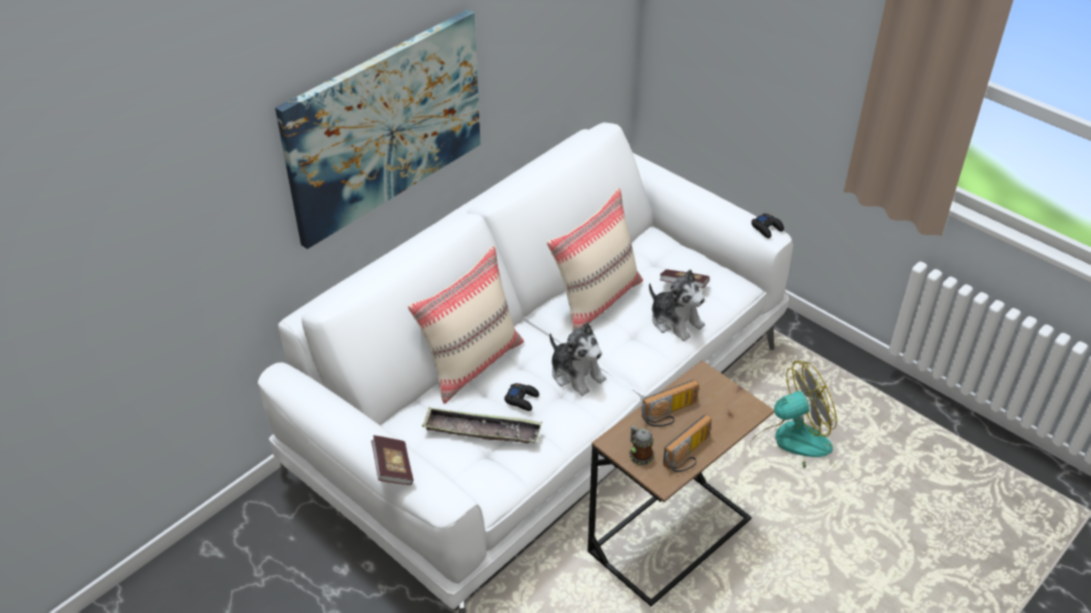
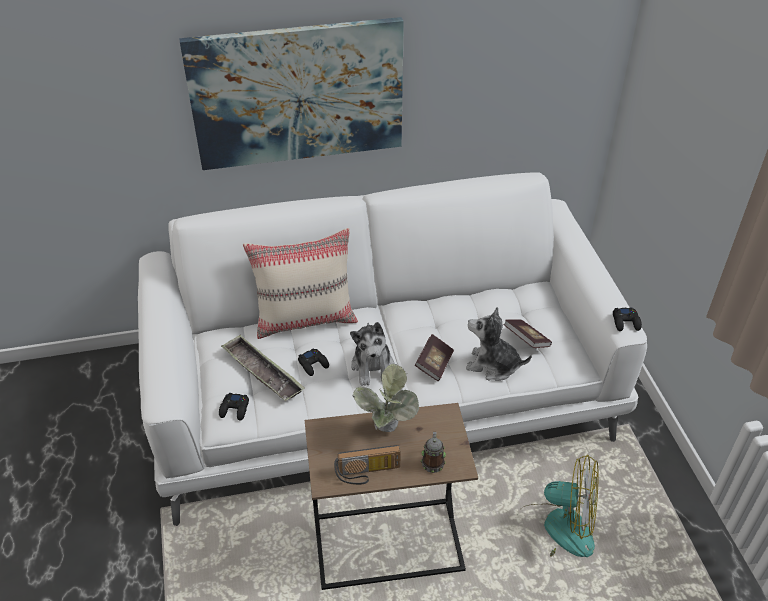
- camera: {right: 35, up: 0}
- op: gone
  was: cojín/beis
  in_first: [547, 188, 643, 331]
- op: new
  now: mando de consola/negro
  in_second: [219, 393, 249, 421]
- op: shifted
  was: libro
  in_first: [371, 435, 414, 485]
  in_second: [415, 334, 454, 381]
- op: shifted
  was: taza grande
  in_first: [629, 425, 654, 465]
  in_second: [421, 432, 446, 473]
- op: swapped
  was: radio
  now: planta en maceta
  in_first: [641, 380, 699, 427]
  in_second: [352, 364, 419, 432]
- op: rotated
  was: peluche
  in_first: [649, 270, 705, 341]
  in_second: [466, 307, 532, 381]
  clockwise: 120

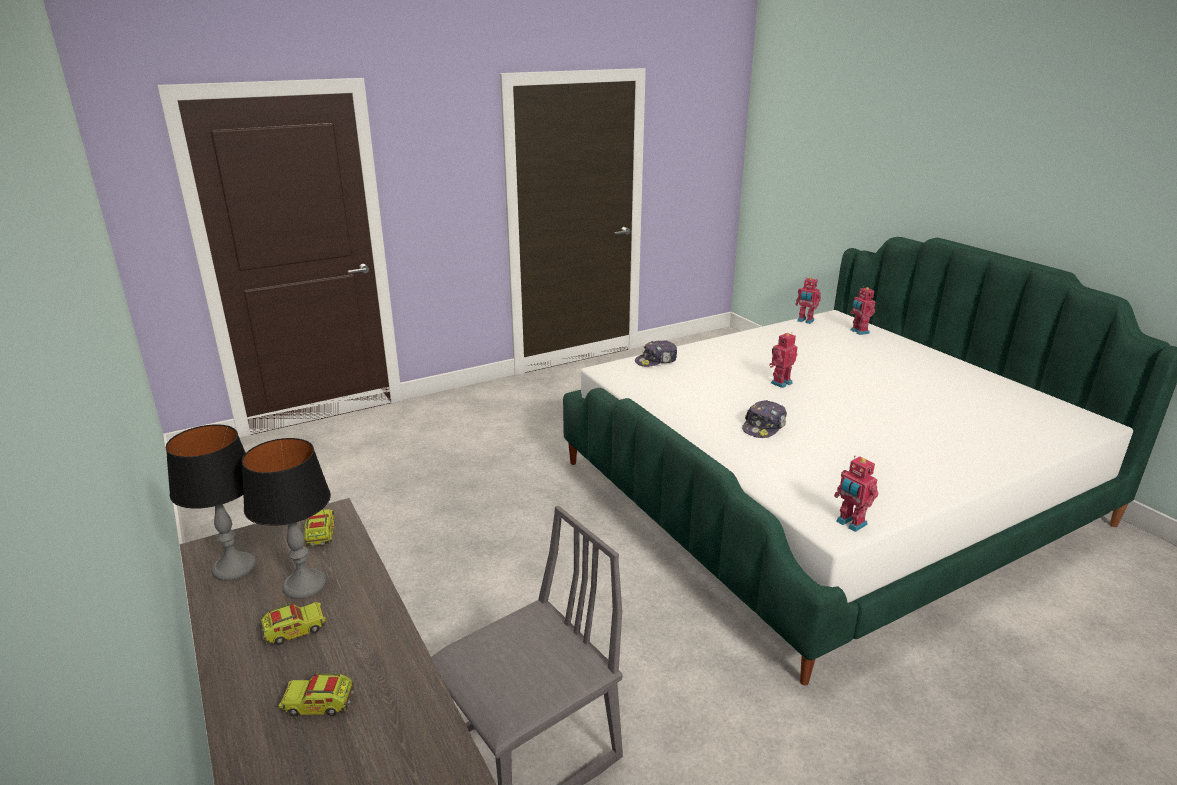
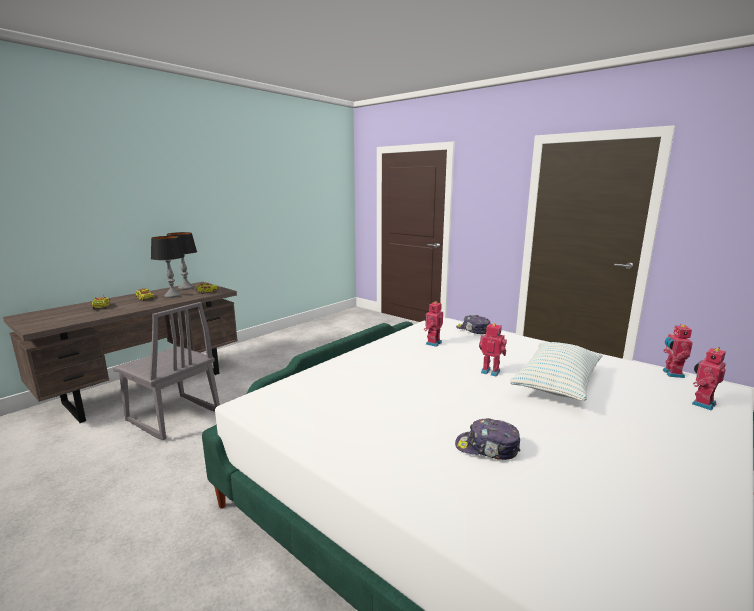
- camera: {right: 70, up: -10}
- op: new
  now: cojín
  in_second: [510, 342, 603, 401]
- op: shifted
  was: gorra
  in_first: [742, 400, 787, 438]
  in_second: [455, 418, 520, 460]
- op: shifted
  was: robot de juguete
  in_first: [834, 456, 878, 532]
  in_second: [424, 301, 443, 347]

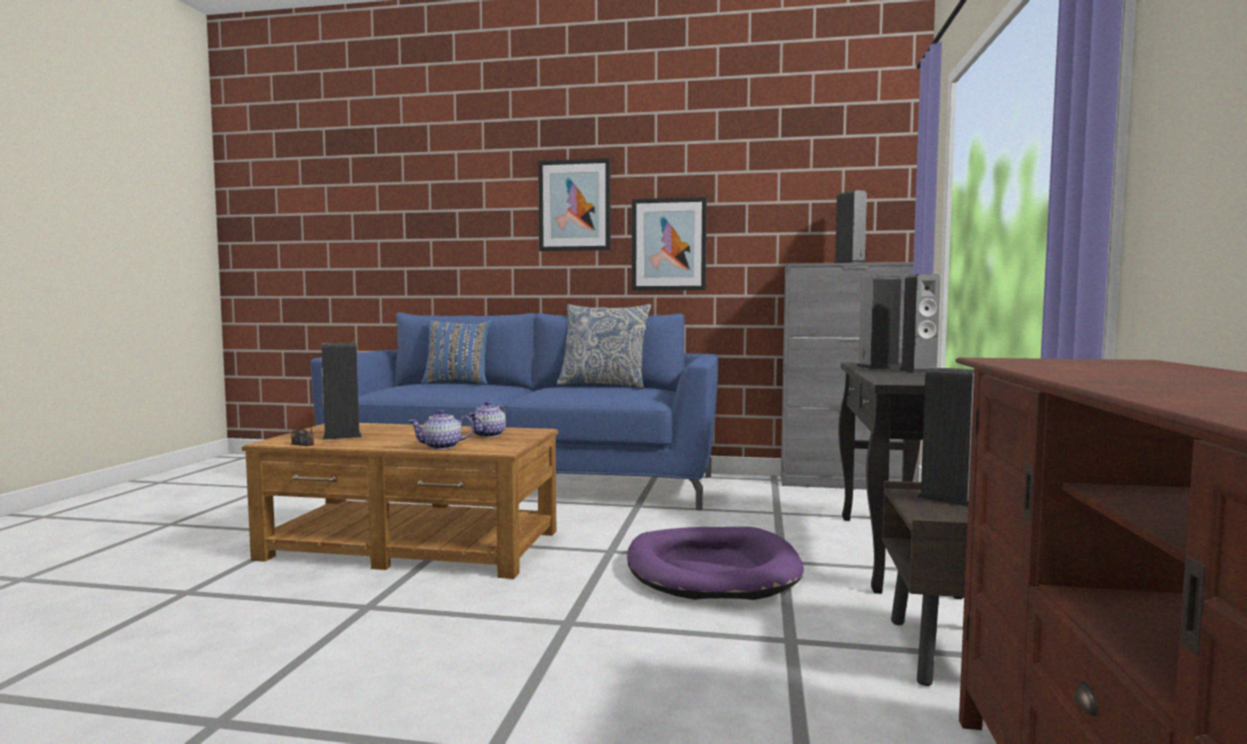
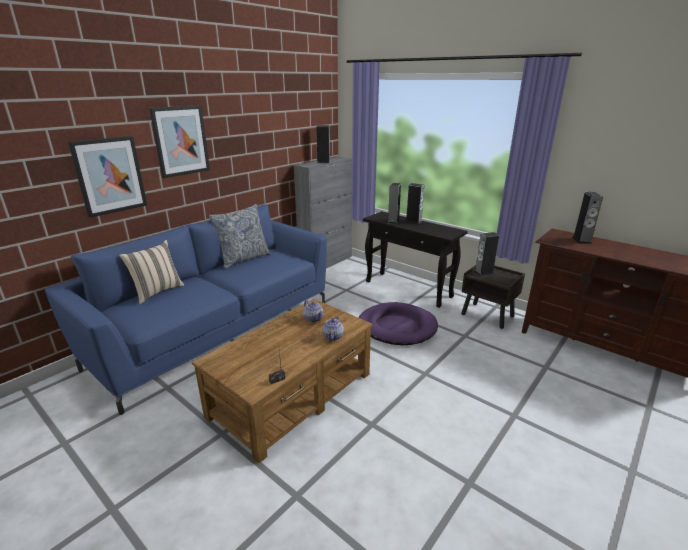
- camera: {right: -60, up: 20}
- op: shifted
  was: altavoz
  in_first: [322, 343, 362, 440]
  in_second: [573, 192, 603, 244]
- op: shifted
  was: cuadro
  in_first: [632, 197, 707, 290]
  in_second: [68, 136, 147, 218]
- op: repainted
  was: cojín/azul
  now: cojín/beis
  in_first: [421, 320, 492, 385]
  in_second: [119, 240, 184, 304]

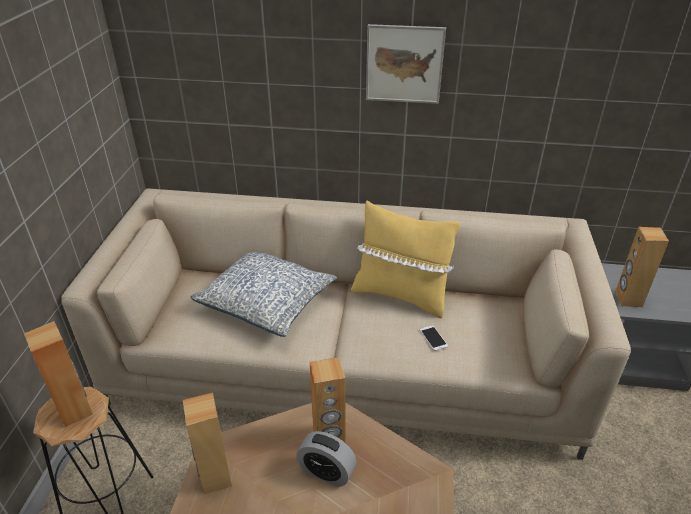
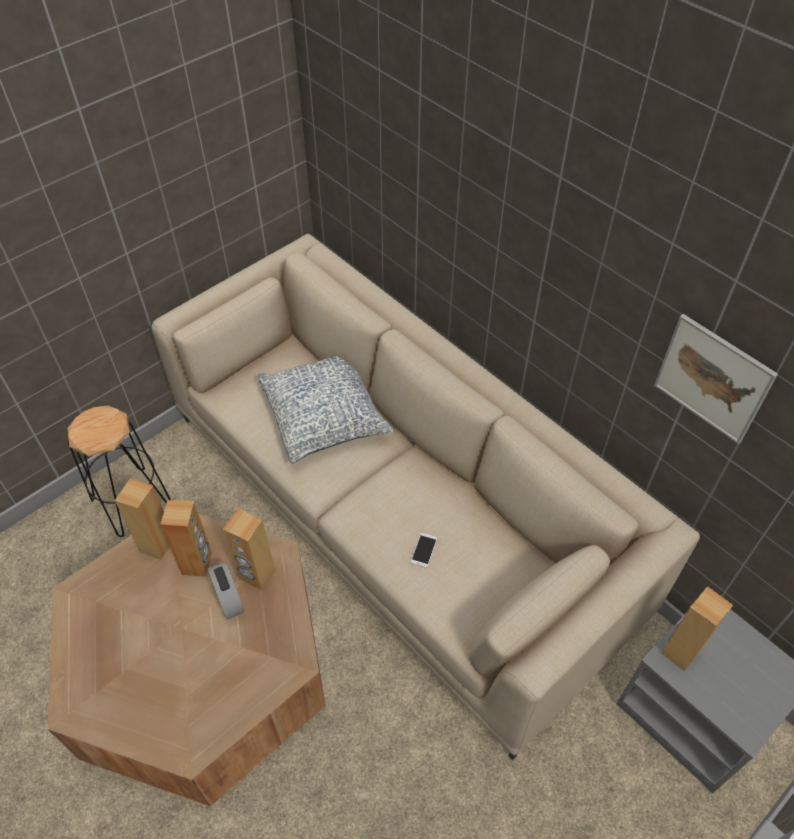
- camera: {right: 40, up: 15}
- op: gone
  was: cojín/amarillo
  in_first: [351, 200, 460, 318]
- op: shifted
  was: altavoz/marrón
  in_first: [24, 321, 93, 427]
  in_second: [160, 500, 212, 577]
- op: shifted
  was: cuadro
  in_first: [366, 24, 446, 104]
  in_second: [654, 314, 778, 444]

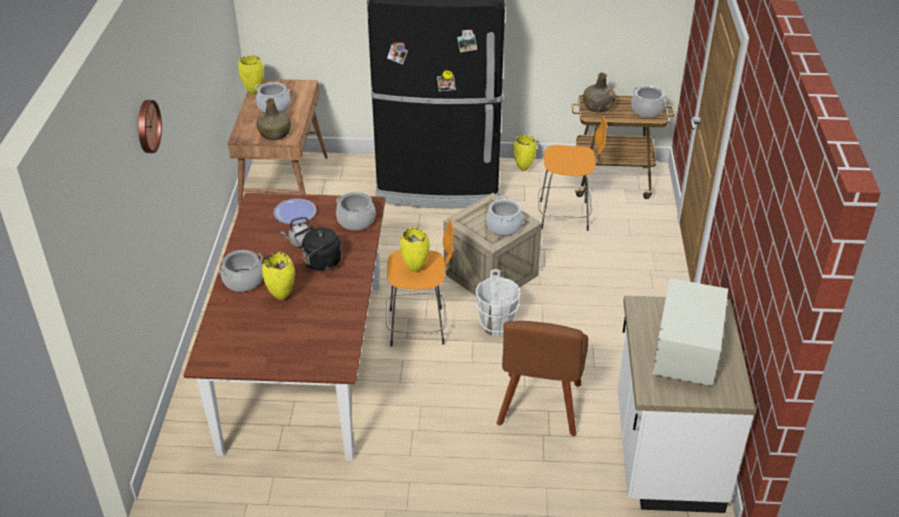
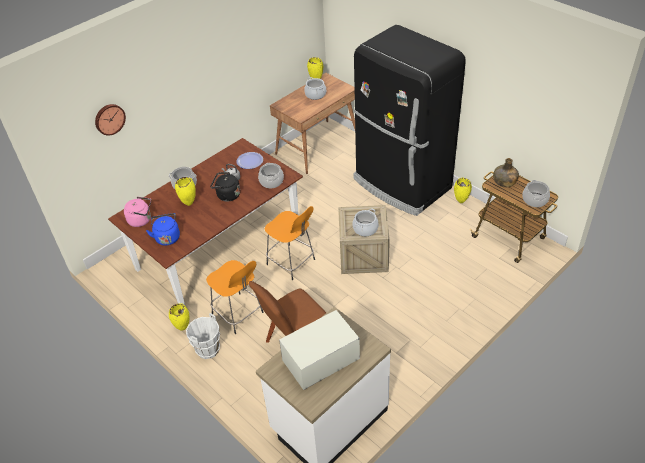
- camera: {right: 45, up: 5}
- op: gone
  was: botella/verde
  in_first: [256, 98, 291, 140]
- op: new
  now: hervidor/rosa
  in_second: [124, 197, 151, 227]
- op: new
  now: hervidor/azul
  in_second: [146, 213, 180, 246]
- op: shifted
  was: reloj de pared
  in_first: [138, 100, 162, 153]
  in_second: [95, 104, 126, 136]
- op: shifted
  was: florero/amarillo
  in_first: [400, 227, 430, 272]
  in_second: [169, 303, 190, 331]
- op: shifted
  was: cubo/blanco
  in_first: [476, 269, 521, 336]
  in_second: [186, 313, 220, 359]
- op: shifted
  was: taburete/naranja
  in_first: [538, 116, 607, 231]
  in_second: [206, 260, 264, 334]

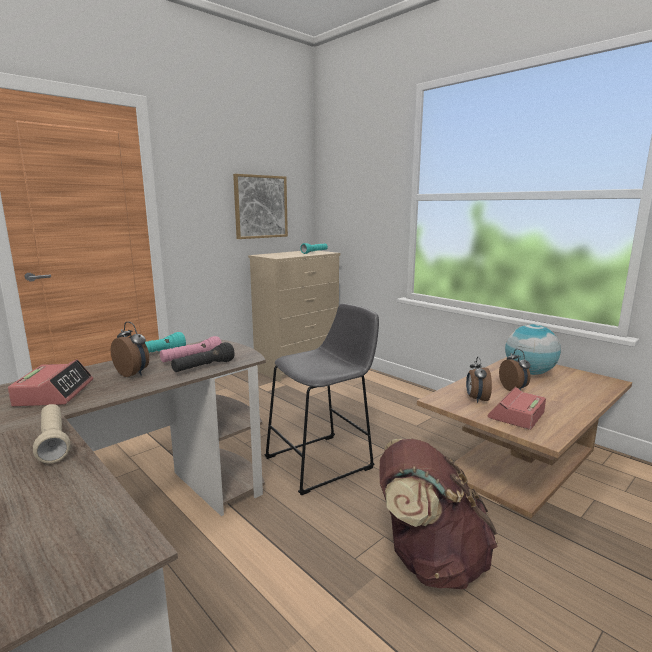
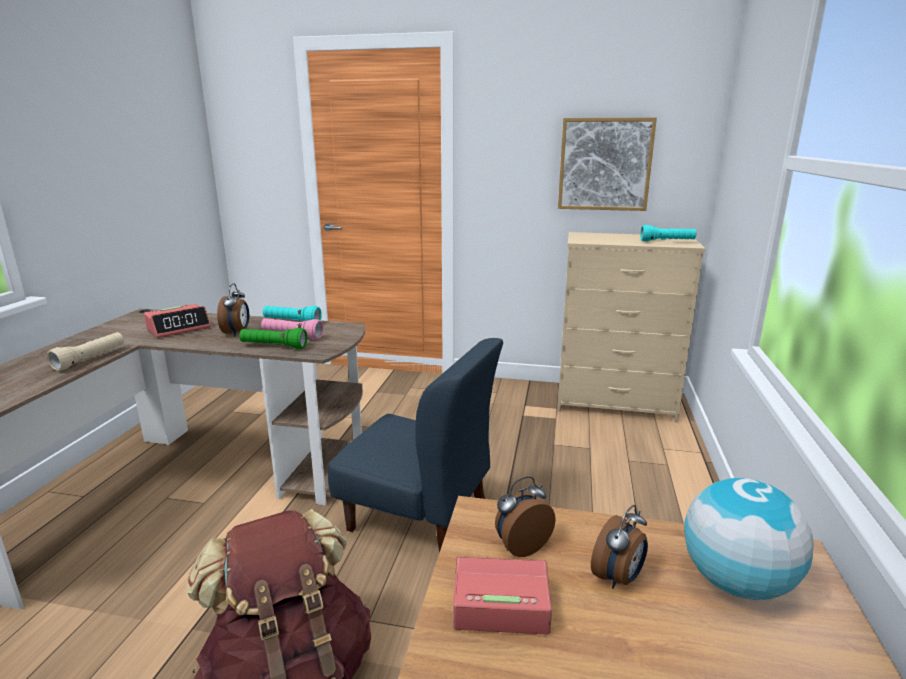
- camera: {right: 55, up: 5}
- op: swapped
  was: taburete/gris
  now: silla/azul
  in_first: [264, 303, 379, 495]
  in_second: [328, 338, 503, 553]
- op: repainted
  was: linterna/negro
  now: linterna/verde
  in_first: [171, 342, 235, 372]
  in_second: [239, 328, 307, 349]

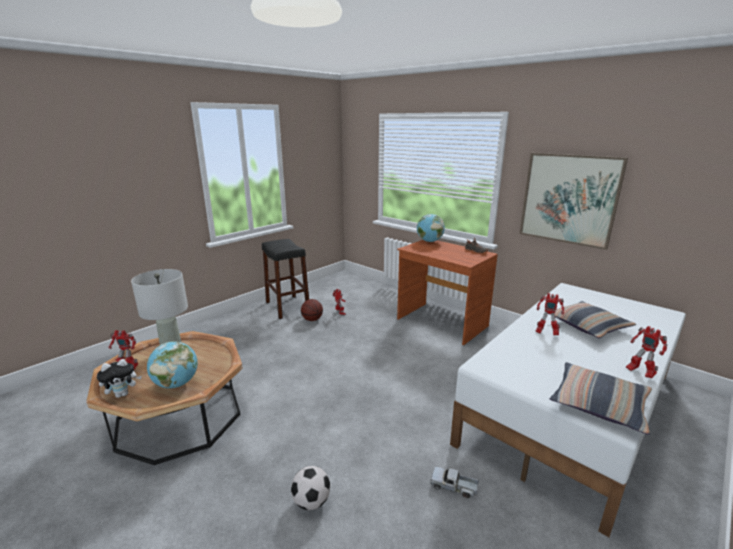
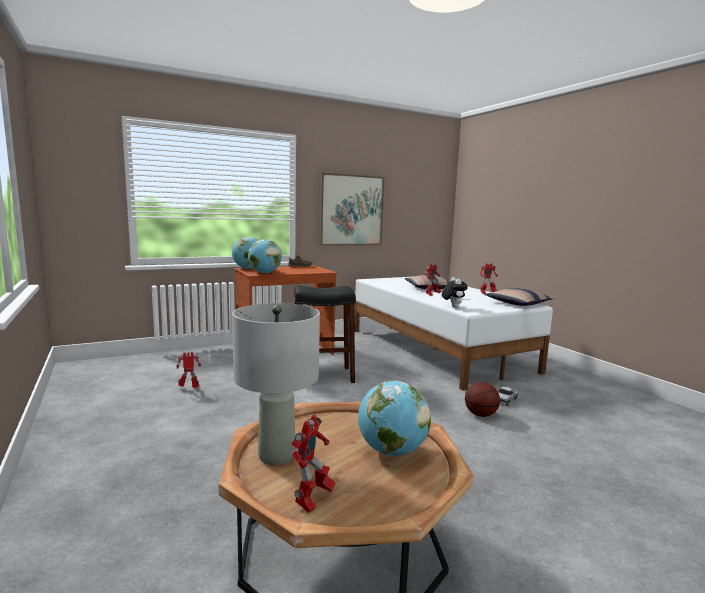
- camera: {right: -70, up: -10}
- op: gone
  was: balón de fútbol
  in_first: [291, 466, 330, 510]
- op: new
  now: globo terráqueo
  in_second: [248, 239, 282, 273]
- op: shifted
  was: peluche
  in_first: [97, 359, 142, 398]
  in_second: [442, 277, 468, 308]
- op: shifted
  was: taburete/negro
  in_first: [262, 239, 309, 319]
  in_second: [294, 285, 356, 383]
- op: shifted
  was: balón de baloncesto
  in_first: [301, 299, 323, 321]
  in_second: [465, 382, 500, 417]

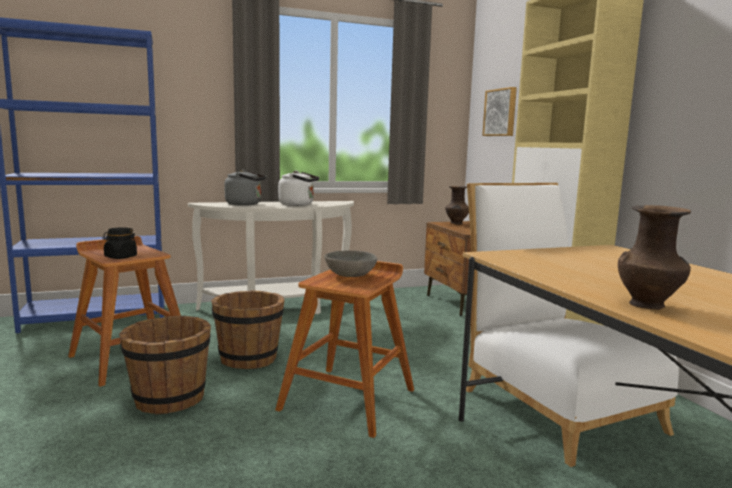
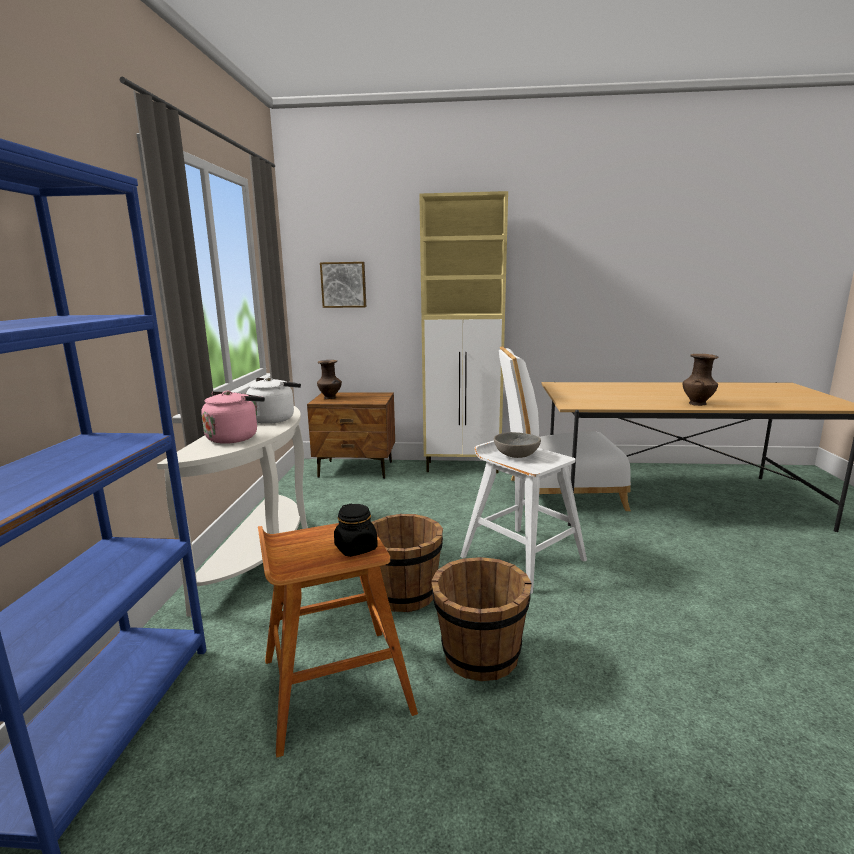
- camera: {right: -65, up: 5}
- op: repainted
  was: hervidor/gris
  now: hervidor/rosa
  in_first: [224, 170, 267, 206]
  in_second: [201, 391, 265, 444]
- op: repainted
  was: taburete/marrón
  now: taburete/blanco
  in_first: [275, 261, 414, 438]
  in_second: [460, 440, 587, 594]

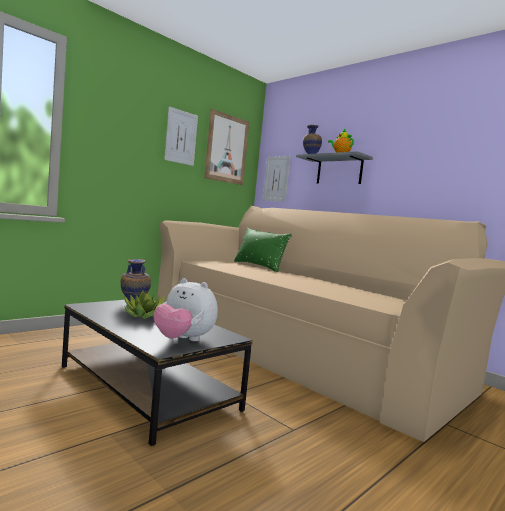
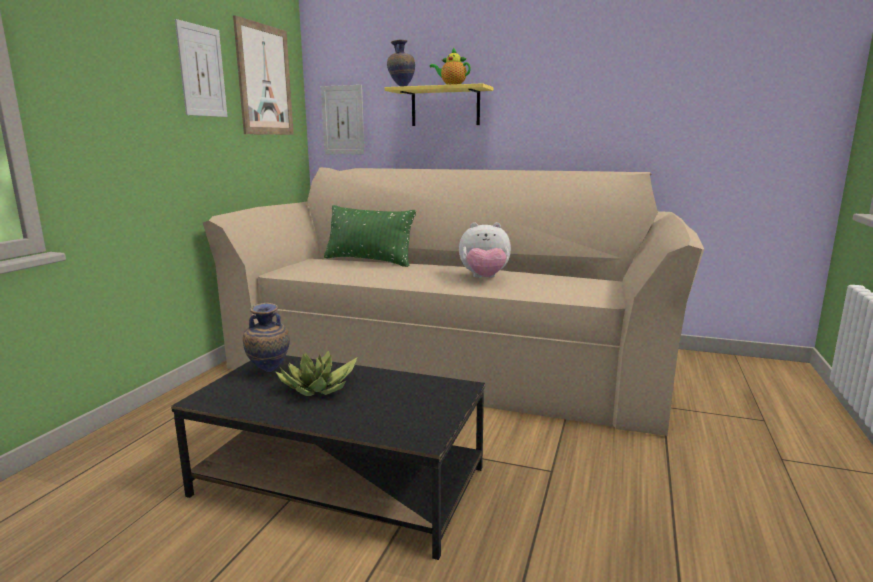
- camera: {right: -25, up: 10}
- op: shifted
  was: peluche
  in_first: [154, 278, 218, 341]
  in_second: [459, 222, 511, 278]
- op: repainted
  was: estante/gris
  now: estante/amarillo
  in_first: [296, 151, 373, 184]
  in_second: [385, 83, 493, 126]

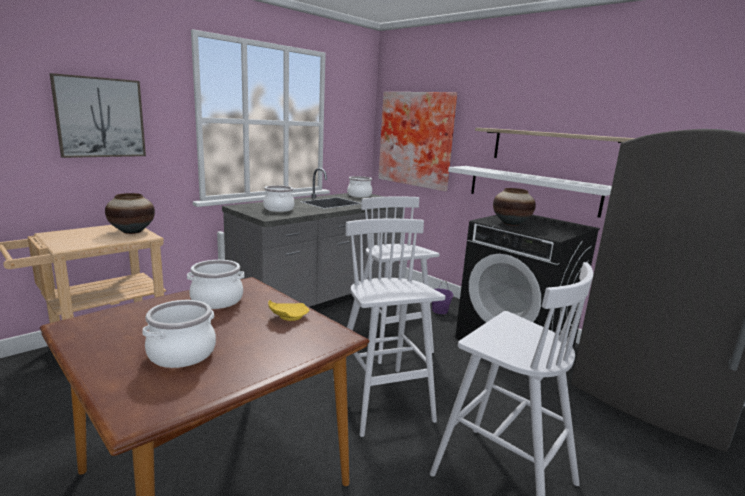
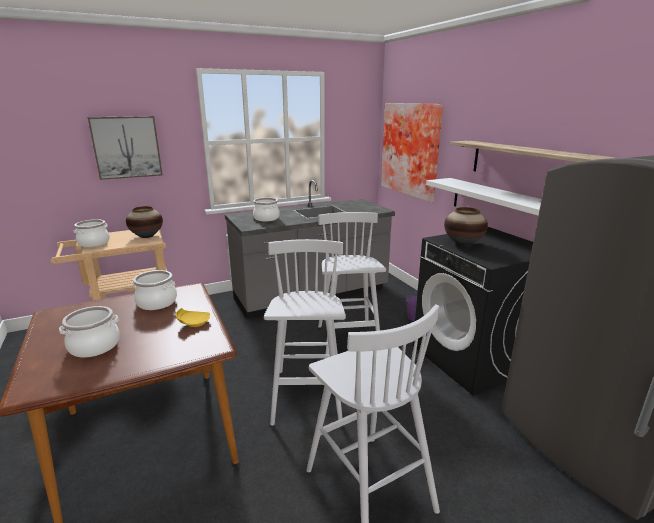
- camera: {right: 20, up: 5}
- op: shifted
  was: olla
  in_first: [347, 176, 372, 197]
  in_second: [73, 219, 110, 247]

